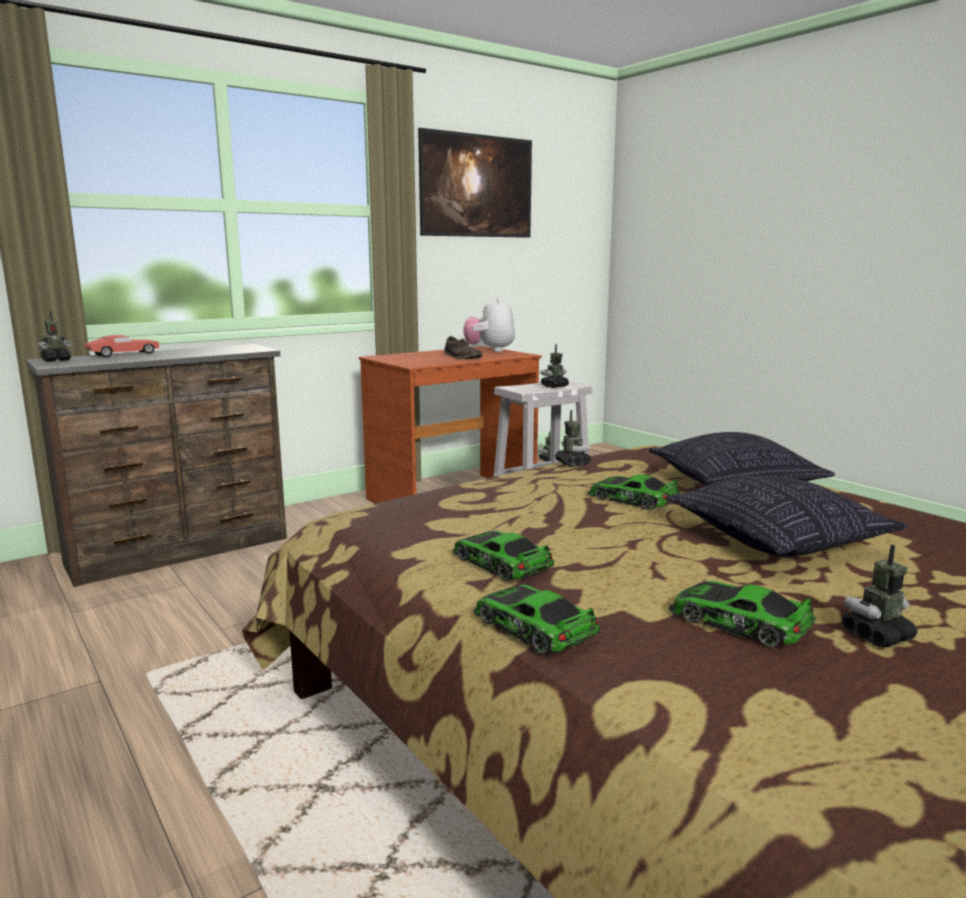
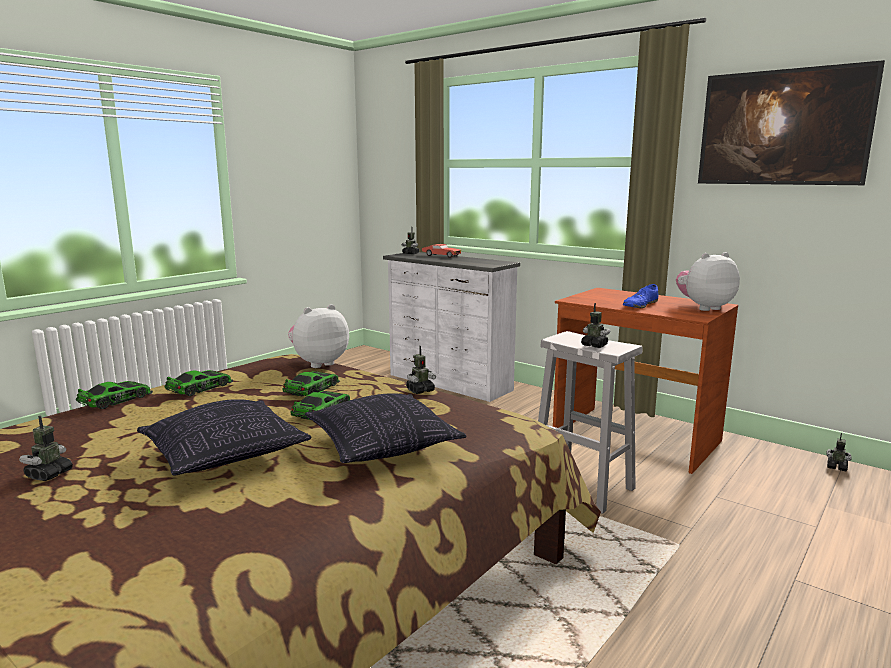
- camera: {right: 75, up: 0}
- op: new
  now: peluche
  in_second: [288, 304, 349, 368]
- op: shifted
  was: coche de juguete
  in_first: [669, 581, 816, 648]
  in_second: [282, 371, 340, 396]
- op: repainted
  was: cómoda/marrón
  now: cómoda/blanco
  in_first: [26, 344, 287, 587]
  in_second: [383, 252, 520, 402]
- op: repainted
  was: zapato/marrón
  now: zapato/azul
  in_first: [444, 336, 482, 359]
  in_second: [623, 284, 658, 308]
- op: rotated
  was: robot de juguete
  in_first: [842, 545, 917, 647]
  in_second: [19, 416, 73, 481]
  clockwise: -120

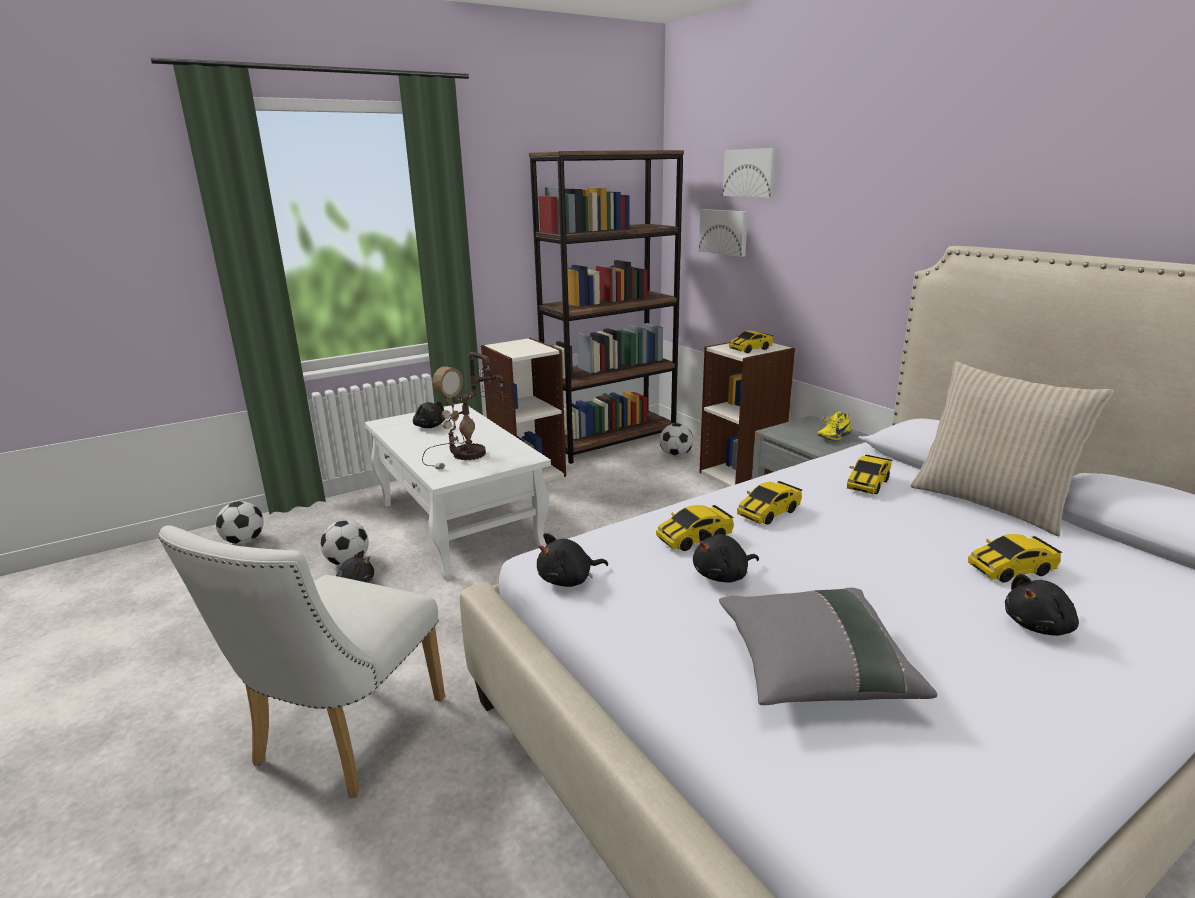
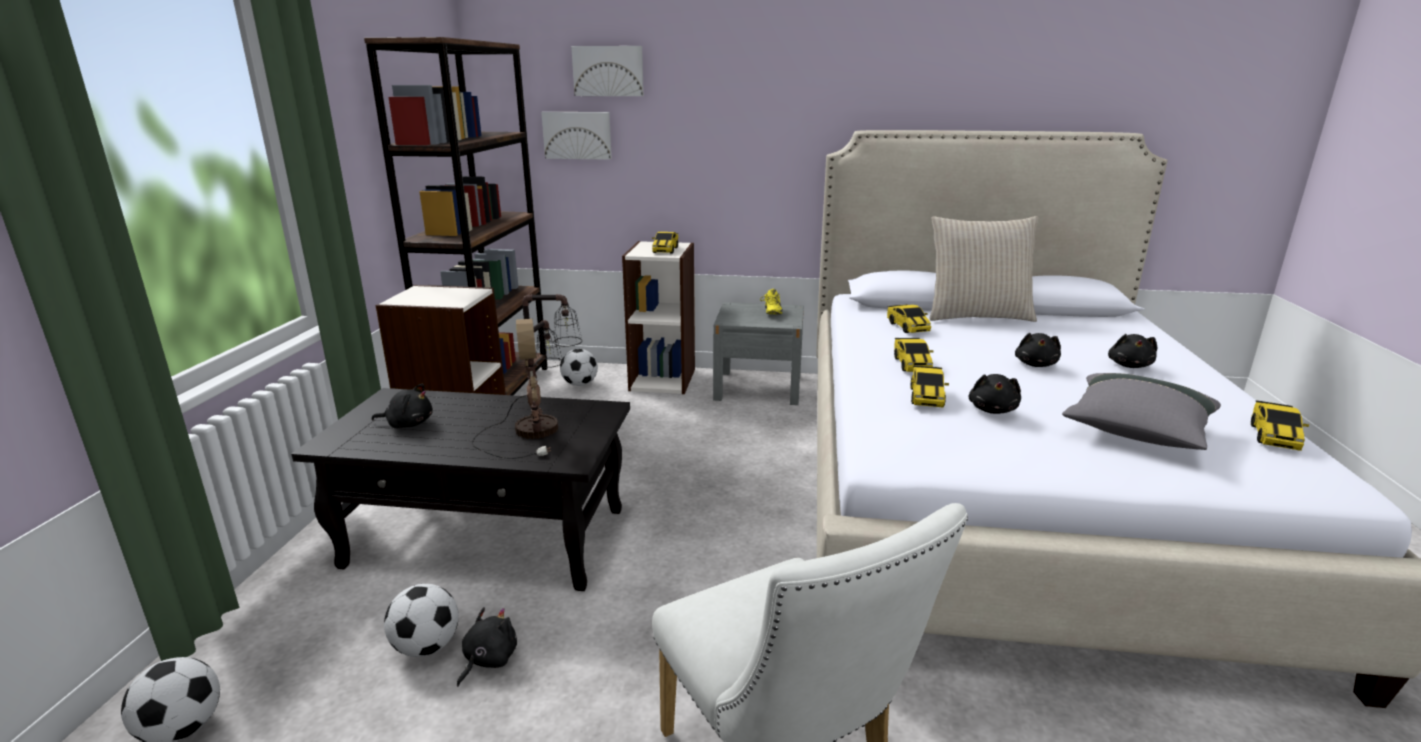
- camera: {right: -50, up: 0}
- op: shifted
  was: peluche/negro
  in_first: [537, 533, 608, 587]
  in_second: [1015, 333, 1061, 367]
- op: shifted
  was: coche de juguete
  in_first: [968, 534, 1063, 583]
  in_second: [1251, 400, 1309, 451]
- op: repainted
  was: mesa de centro/blanco
  now: mesa de centro/negro
  in_first: [365, 403, 551, 580]
  in_second: [291, 388, 630, 591]

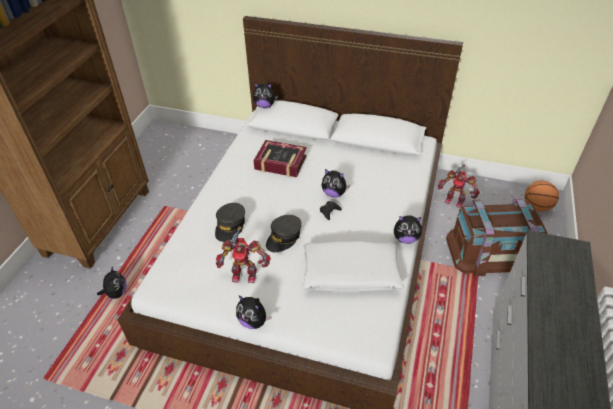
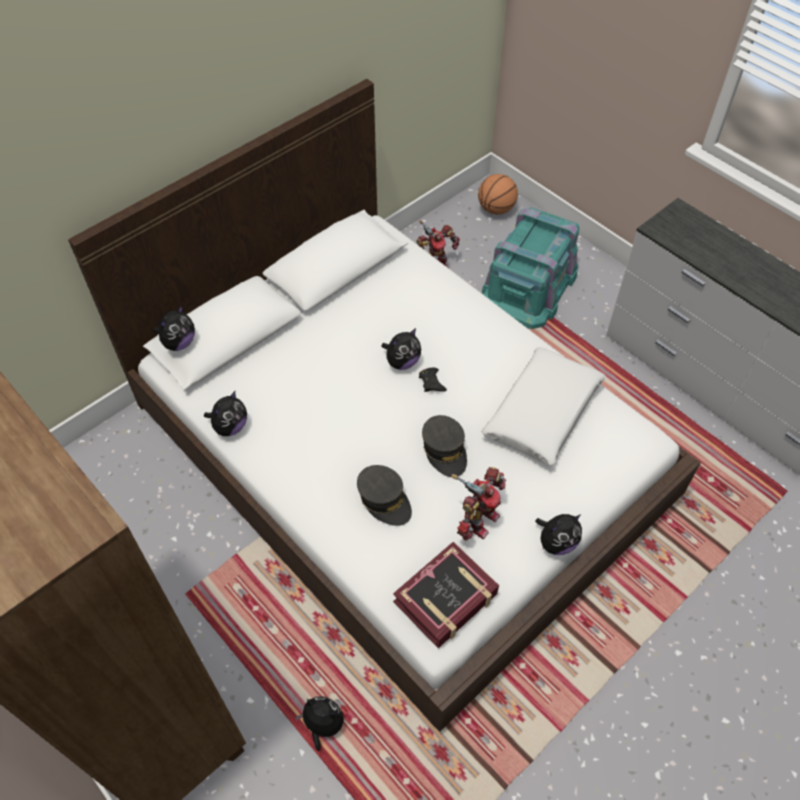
- camera: {right: -60, up: 10}
- op: shifted
  was: libro
  in_first: [253, 140, 307, 177]
  in_second: [393, 542, 499, 648]
- op: shifted
  was: peluche
  in_first: [394, 215, 423, 244]
  in_second: [204, 391, 247, 436]
- op: repainted
  was: caja de almacenaje/marrón
  now: caja de almacenaje/turquesa
  in_first: [446, 198, 547, 276]
  in_second: [482, 207, 579, 329]

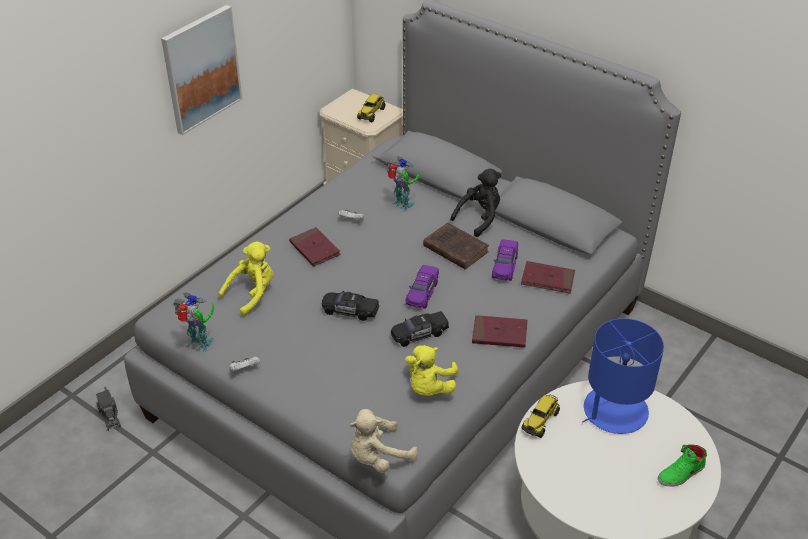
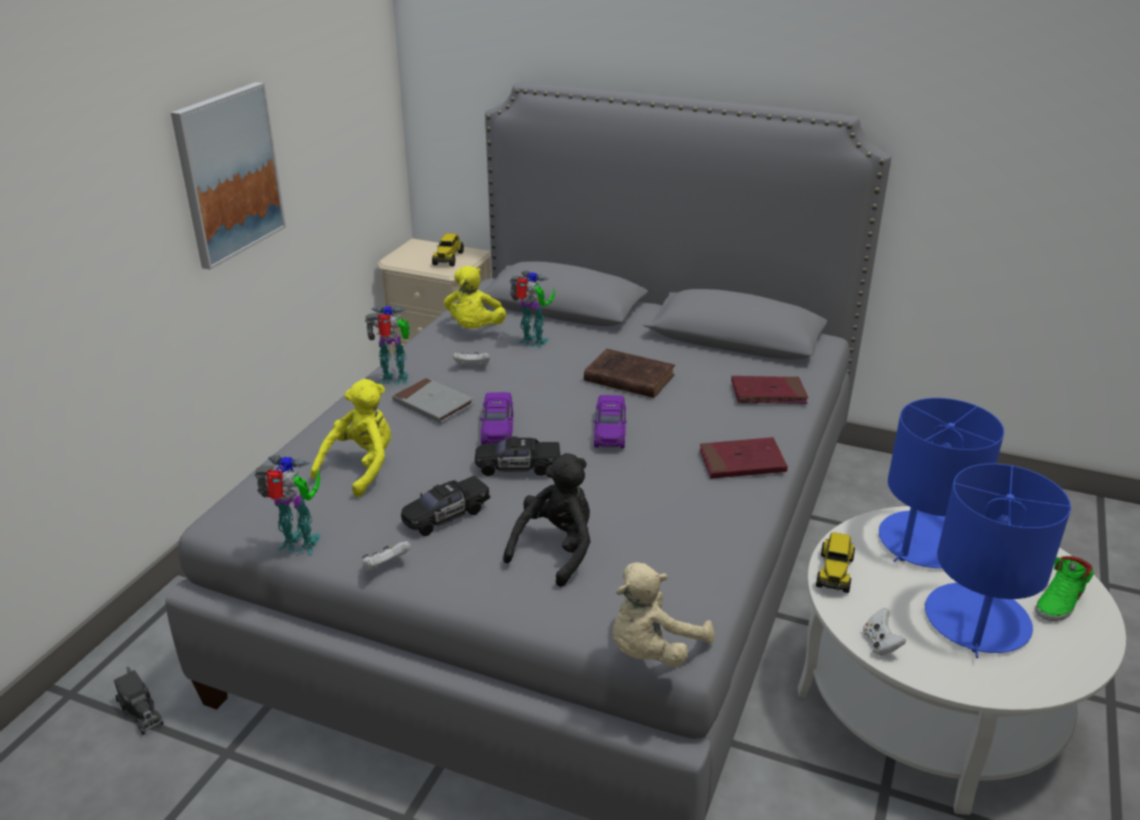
- camera: {right: -15, up: -10}
- op: new
  now: robot de juguete
  in_second: [365, 306, 410, 385]
- op: new
  now: mando de consola/blanco
  in_second: [863, 608, 906, 656]
- op: new
  now: lámpara de mesa/azul
  in_second: [925, 463, 1071, 658]
- op: shifted
  was: coche de juguete/negro
  in_first: [391, 311, 449, 347]
  in_second: [401, 476, 490, 536]
- op: shifted
  was: peluche/amarillo
  in_first: [405, 345, 459, 396]
  in_second: [444, 266, 506, 329]
- op: shifted
  was: peluche/negro
  in_first: [450, 168, 501, 237]
  in_second: [503, 453, 590, 587]
- op: shifted
  was: coche de juguete/morado
  in_first: [492, 239, 518, 281]
  in_second: [480, 392, 513, 444]
- op: repainted
  was: libro/rojo
  now: libro/gris
  in_first: [289, 227, 341, 267]
  in_second: [392, 377, 474, 423]

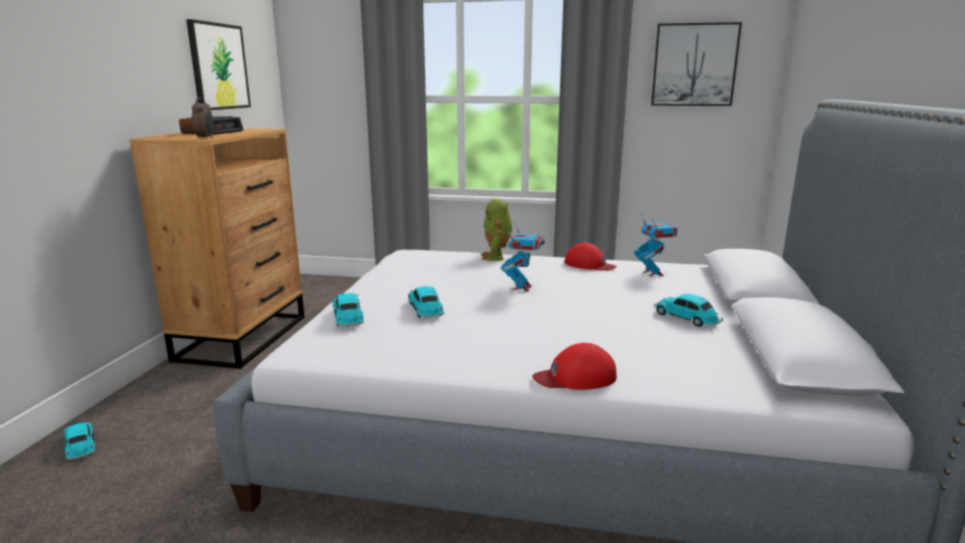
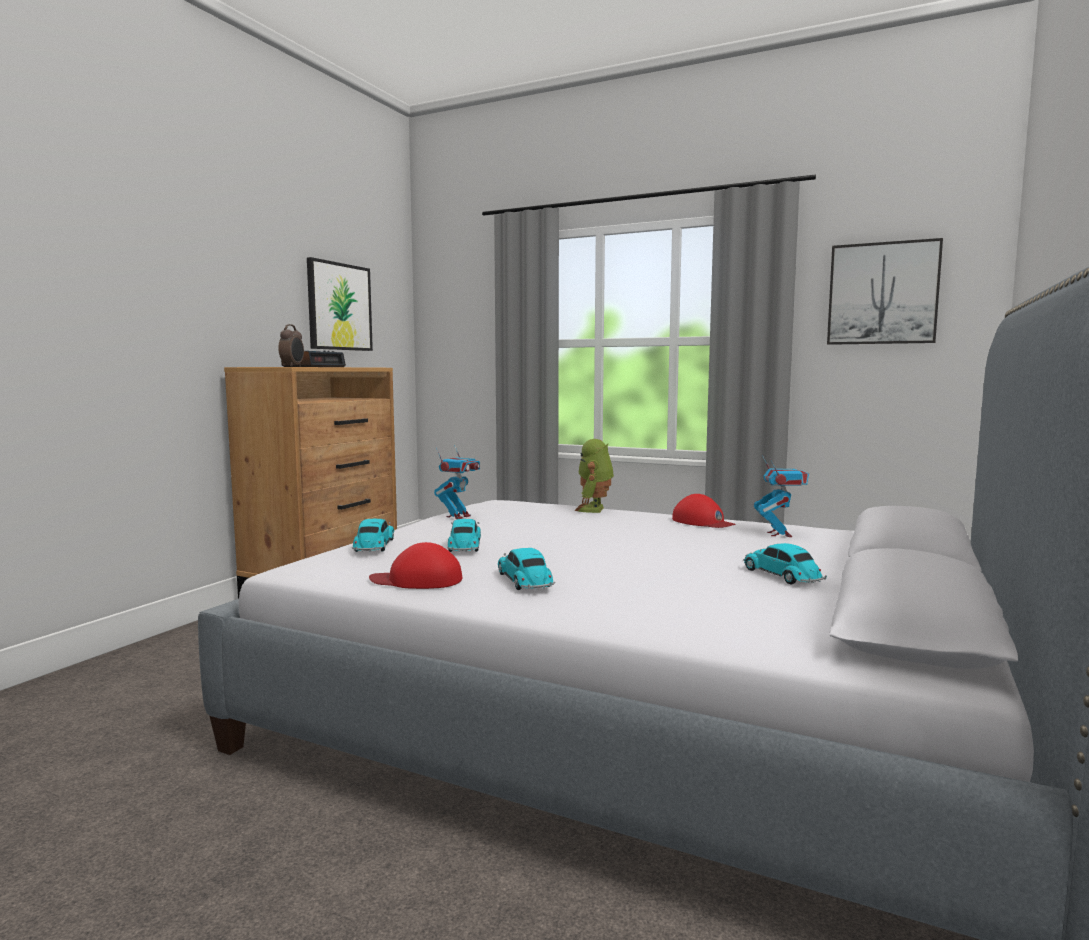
- camera: {right: 15, up: -10}
- op: shifted
  was: coche de juguete
  in_first: [63, 422, 95, 460]
  in_second: [498, 548, 555, 590]
- op: shifted
  was: robot de juguete
  in_first: [501, 221, 545, 292]
  in_second: [434, 445, 480, 519]
- op: shifted
  was: gorra/rojo
  in_first: [532, 343, 617, 390]
  in_second: [369, 542, 462, 589]

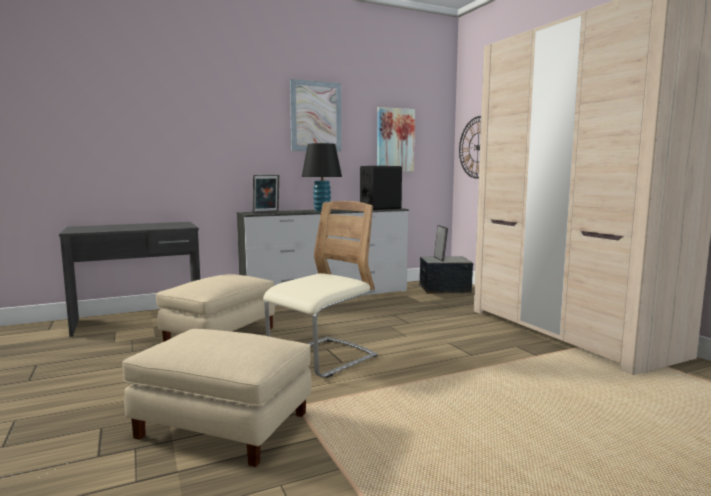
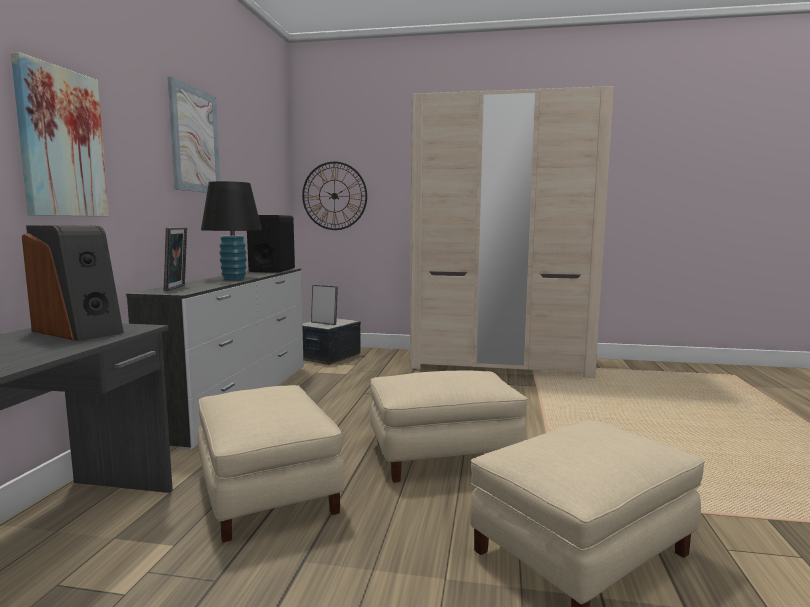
- camera: {right: -55, up: 0}
- op: new
  now: altavoz
  in_second: [22, 225, 124, 341]
- op: shifted
  was: cuadro
  in_first: [377, 107, 415, 172]
  in_second: [11, 52, 109, 217]
- op: swapped
  was: silla/beis
  now: puf/beis
  in_first: [263, 201, 378, 378]
  in_second: [370, 370, 528, 483]

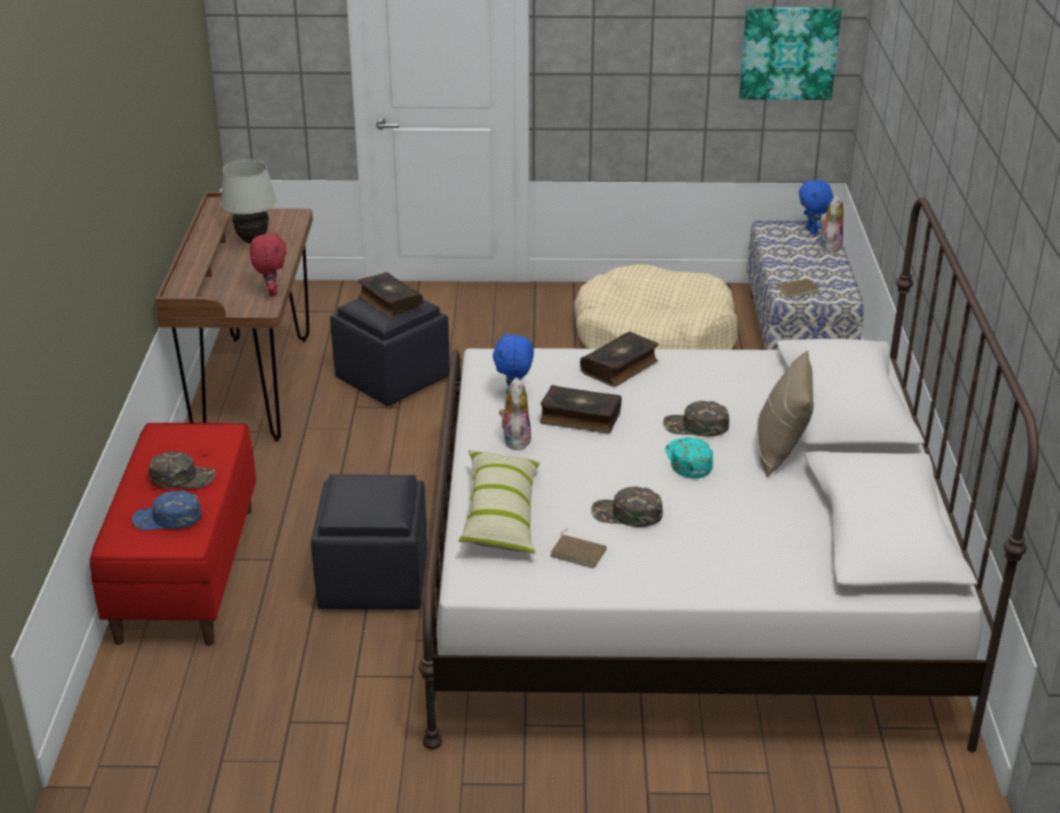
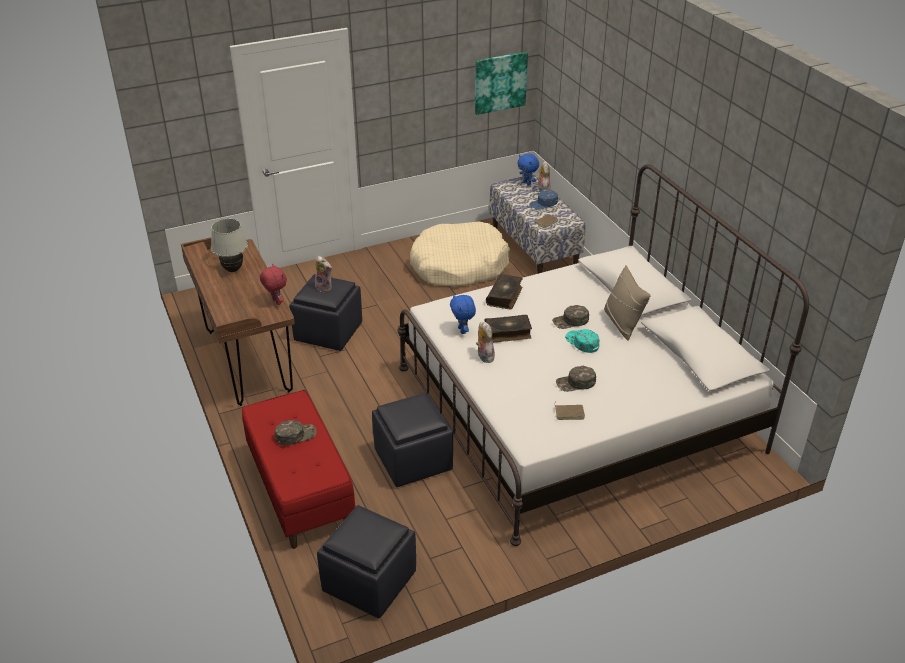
- camera: {right: -25, up: 5}
- op: gone
  was: cojín
  in_first: [459, 450, 540, 554]
- op: new
  now: puf/negro
  in_second: [317, 505, 416, 619]
- op: shifted
  was: gorra/azul
  in_first: [132, 490, 202, 530]
  in_second: [530, 190, 558, 210]
- op: swapped
  was: libro
  now: peluche
  in_first: [358, 272, 423, 318]
  in_second: [315, 256, 332, 292]

